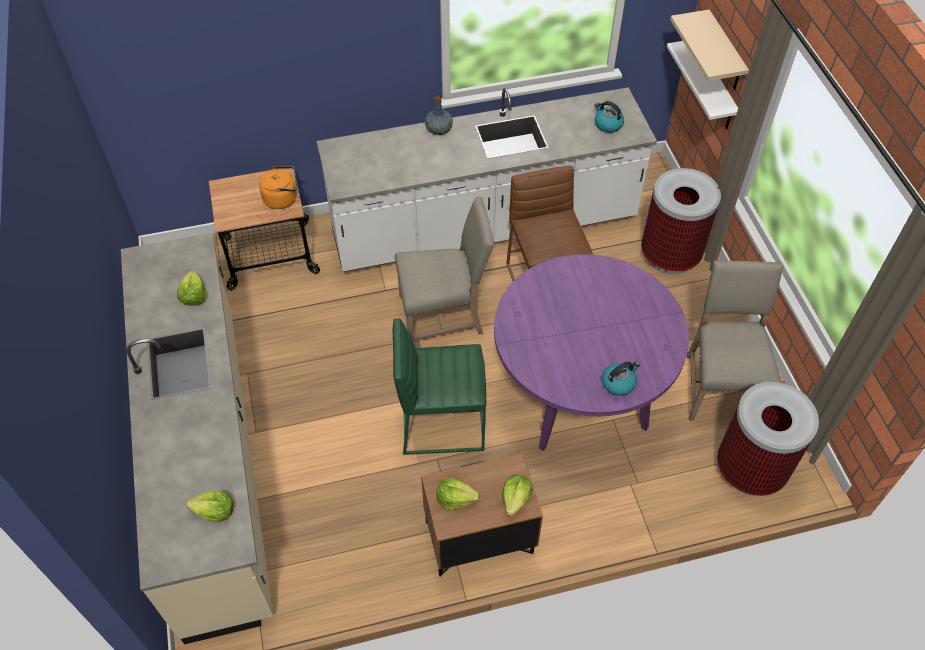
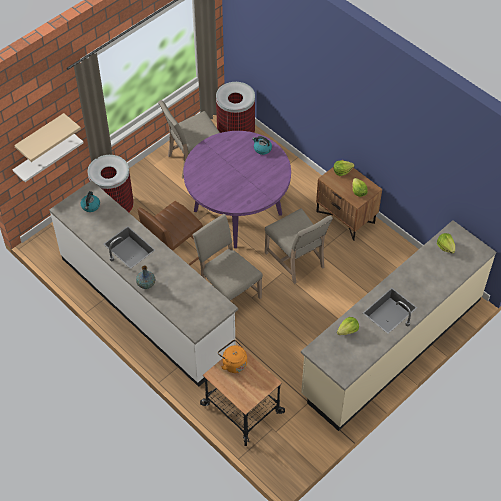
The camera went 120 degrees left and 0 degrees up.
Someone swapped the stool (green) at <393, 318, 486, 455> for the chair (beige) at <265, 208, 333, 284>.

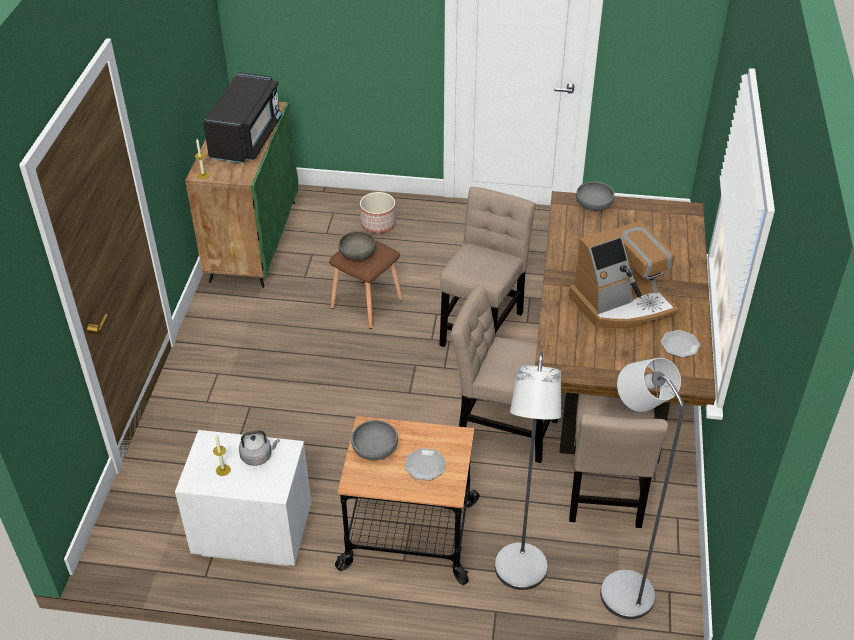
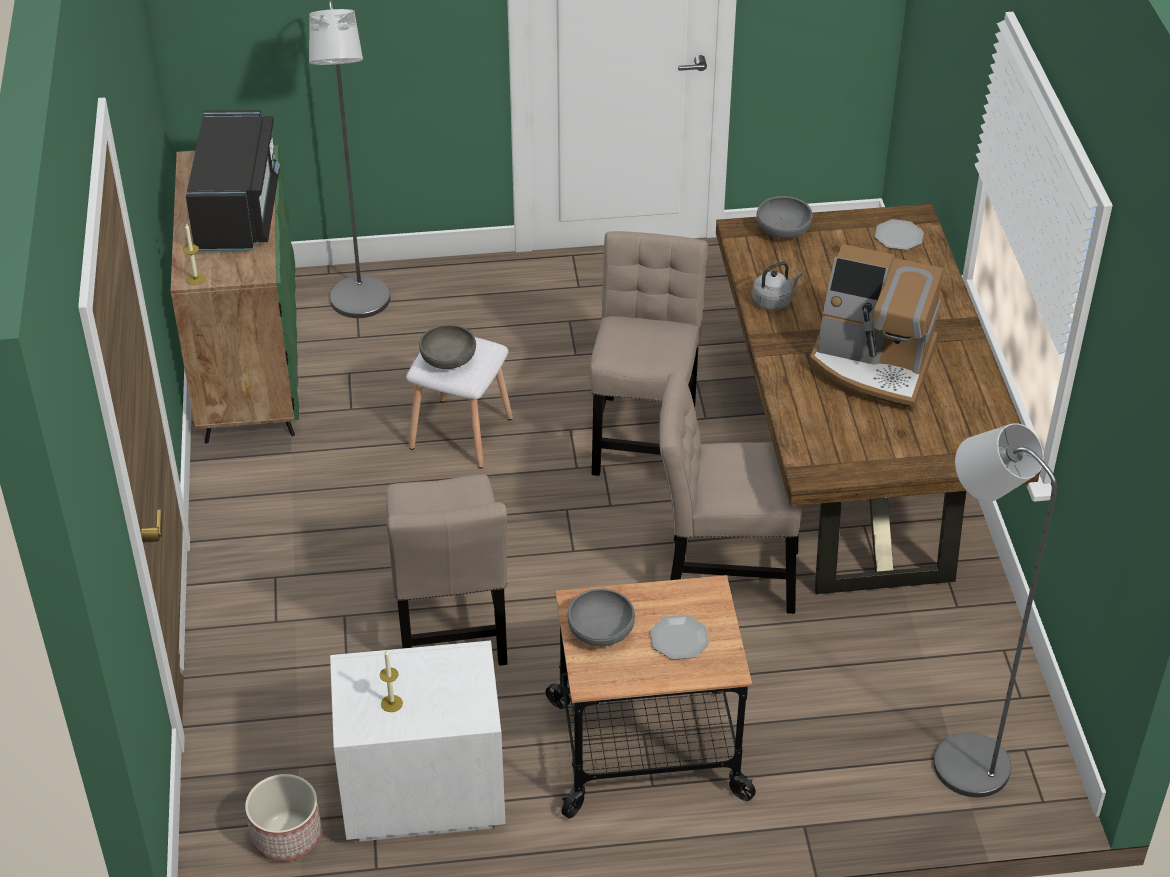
The camera went 15 degrees left and 0 degrees up.
Someone carried the kettle (grey) from <239, 430, 280, 466> to <752, 262, 802, 310>.
Someone carried the planter from <360, 192, 396, 233> to <245, 774, 322, 862>.
Someone carried the floor lamp (grey) from <495, 352, 561, 590> to <309, 0, 391, 318>.
Someone carried the chair (beige) from <569, 394, 668, 528> to <386, 474, 507, 666>.
Someone carried the plate from <661, 330, 700, 358> to <875, 219, 924, 250>.
Someone repainted the stool (brown) at <329, 240, 403, 329>, which became the stool (white) at <406, 337, 513, 469>.
Someone rotated the coffee machine at <568, 221, 679, 329> by 60 degrees clockwise.

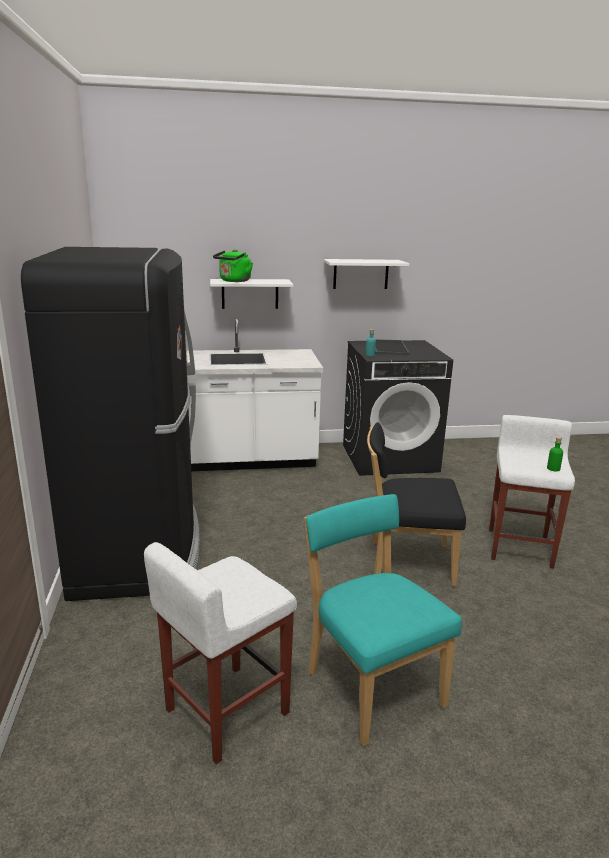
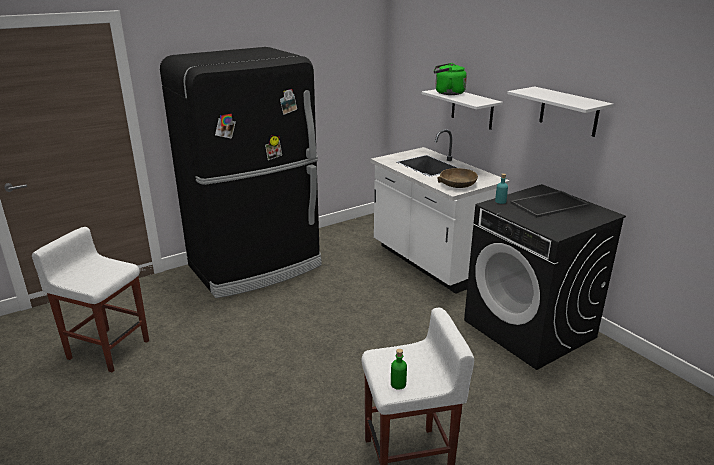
The camera went 65 degrees right and 5 degrees up.
Someone took away the chair (turquoise) at <304, 494, 462, 747>.
Someone took away the chair (black) at <367, 422, 466, 587>.
Someone put down the bowl (brown) at <437, 168, 478, 188>.

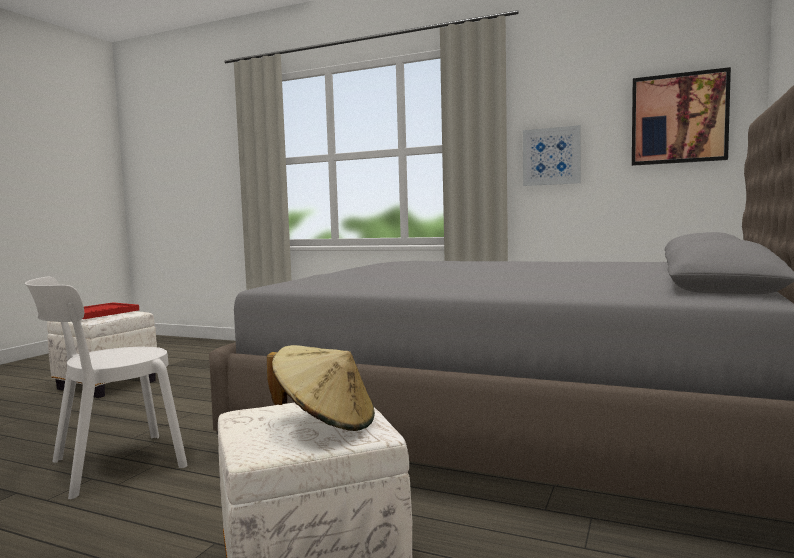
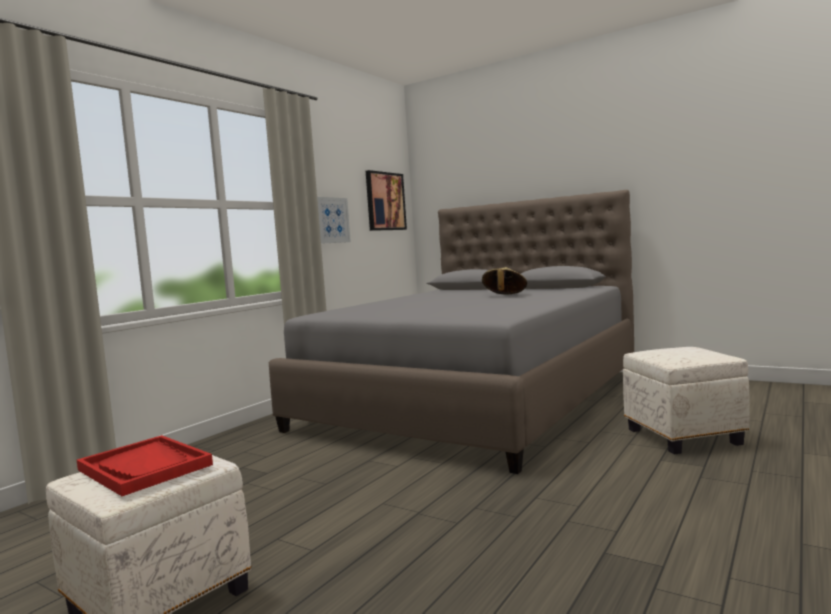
The camera went 80 degrees left and 0 degrees up.
Someone took away the chair (white) at <25, 277, 188, 499>.
Someone carried the hat (beige) from <267, 345, 375, 431> to <482, 267, 527, 295>.

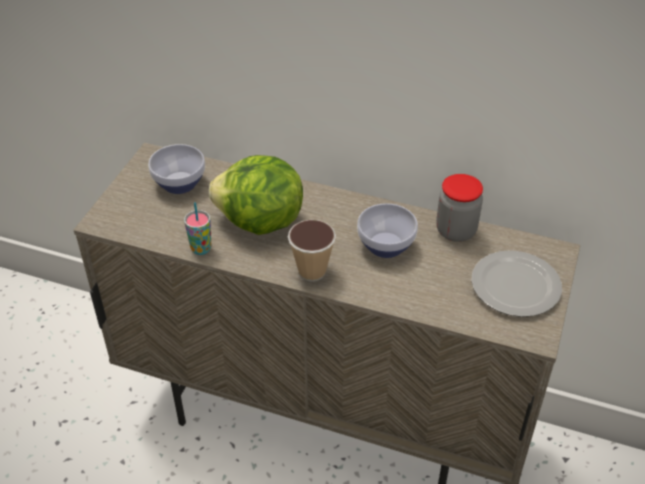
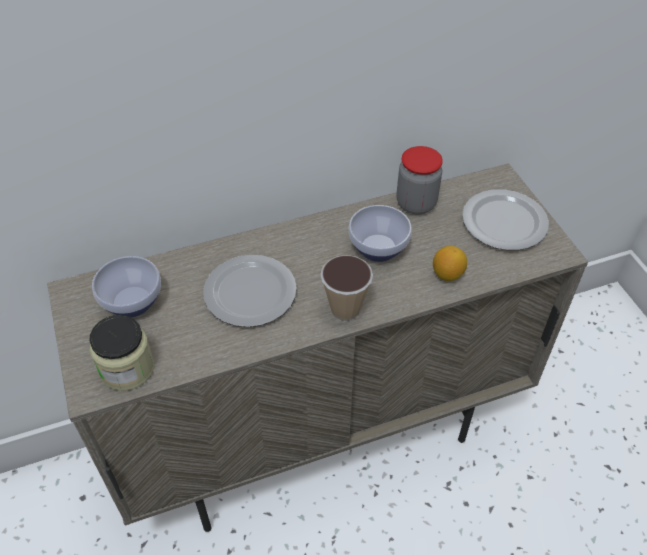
The camera went 40 degrees left and 5 degrees up.
Someone took away the cup at <184, 202, 211, 255>.
Someone put down the jar at <89, 315, 154, 391>.
Someone put down the lemon at <433, 246, 467, 281>.
Someone swapped the lettuce at <209, 155, 303, 235> for the plate at <203, 255, 297, 327>.

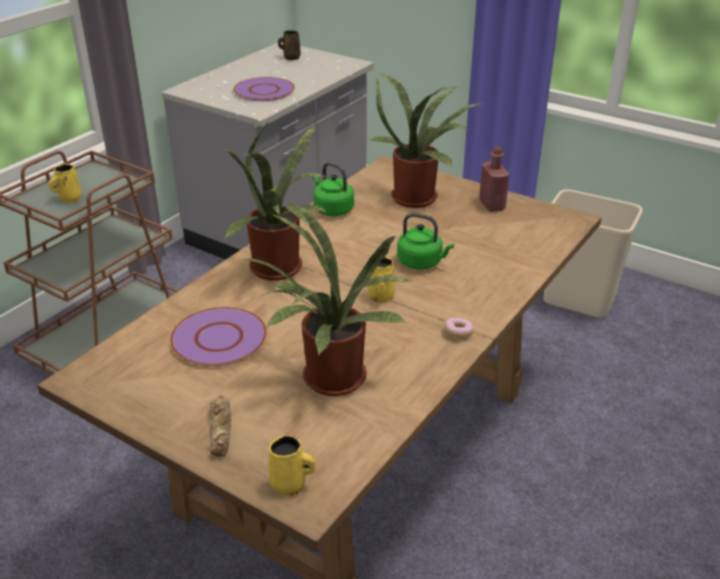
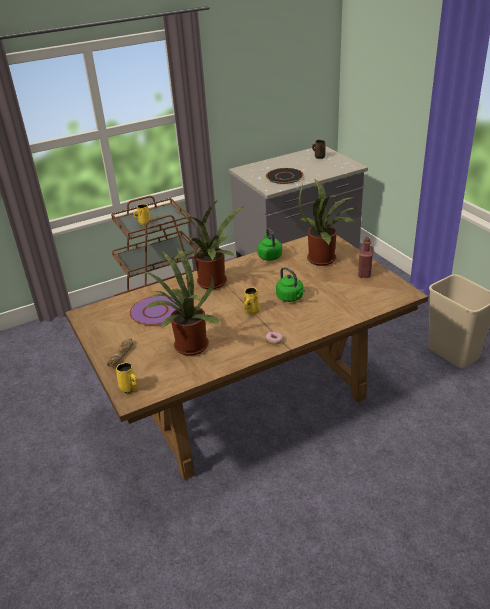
The camera went 30 degrees right and 0 degrees up.
Someone repainted the plate (purple) at <233, 77, 295, 101>, which became the plate (black) at <266, 168, 304, 184>.

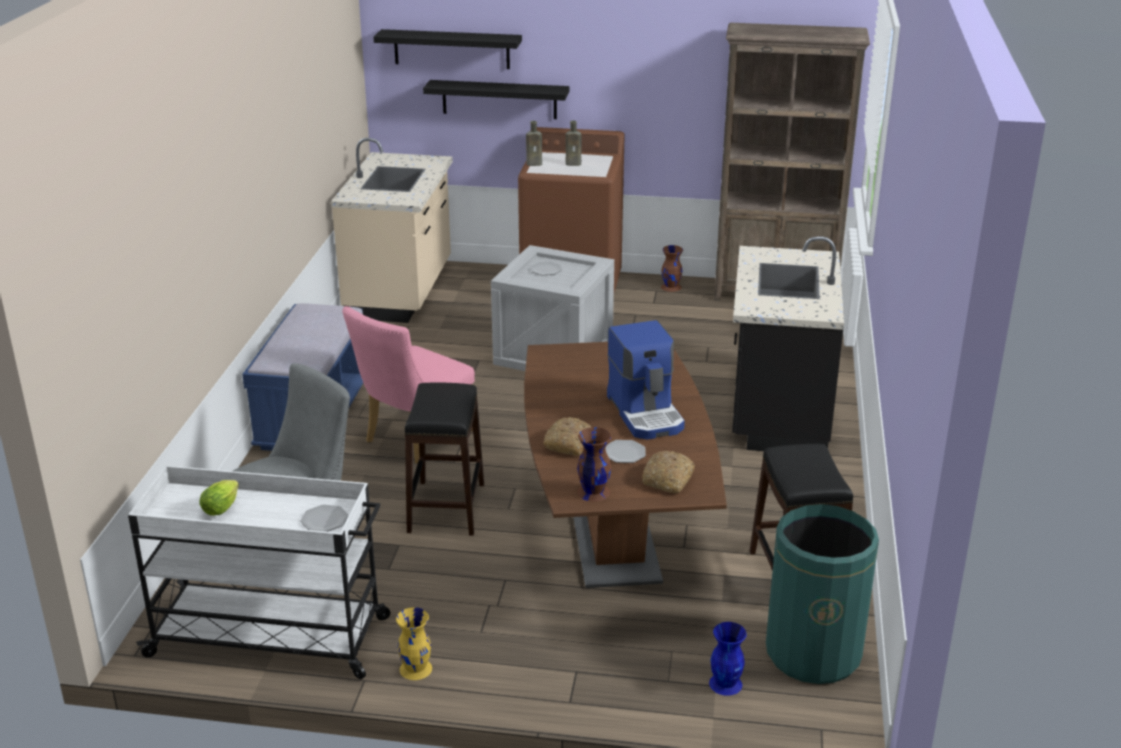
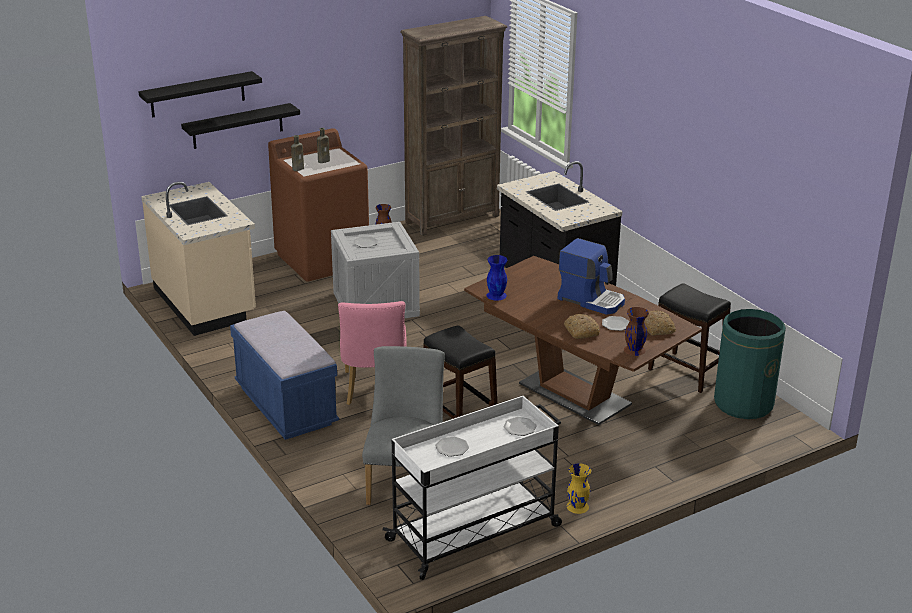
The camera went 40 degrees left and 0 degrees up.
Someone carried the vase (blue) from <709, 622, 747, 696> to <487, 255, 508, 301>.
Someone swapped the lettuce at <199, 480, 239, 516> for the plate at <435, 437, 469, 457>.

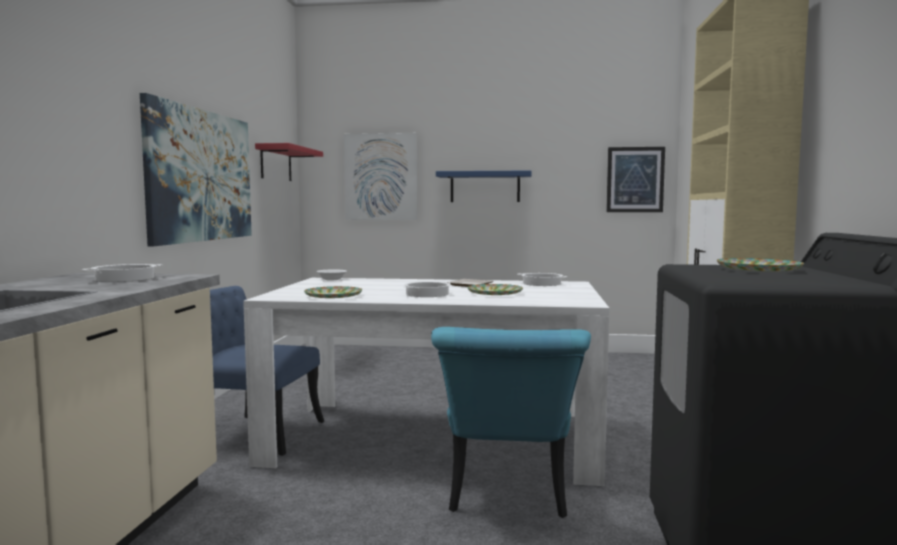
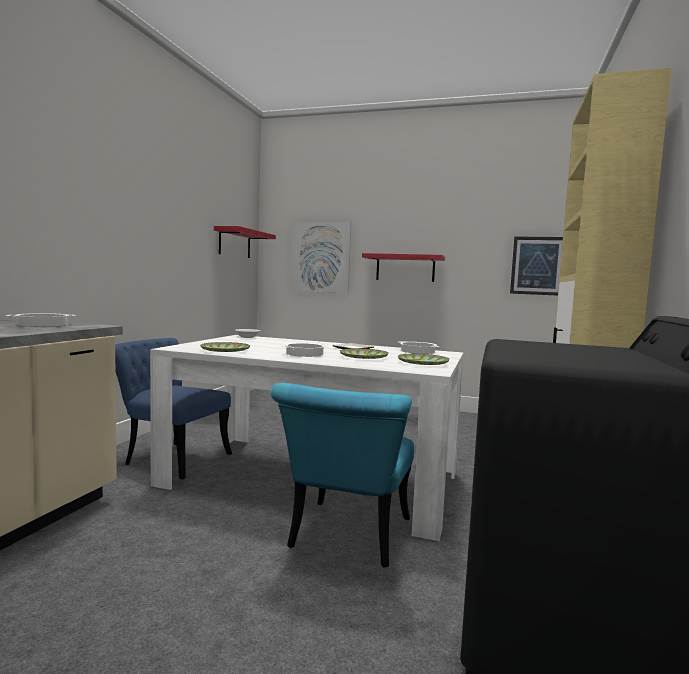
The camera went 10 degrees right and 0 degrees up.
Someone took away the picture at <140, 93, 252, 246>.
Someone carried the plate from <717, 258, 804, 271> to <398, 354, 450, 365>.
Someone repainted the shelf (blue) at <436, 170, 532, 202>, which became the shelf (red) at <362, 253, 445, 282>.

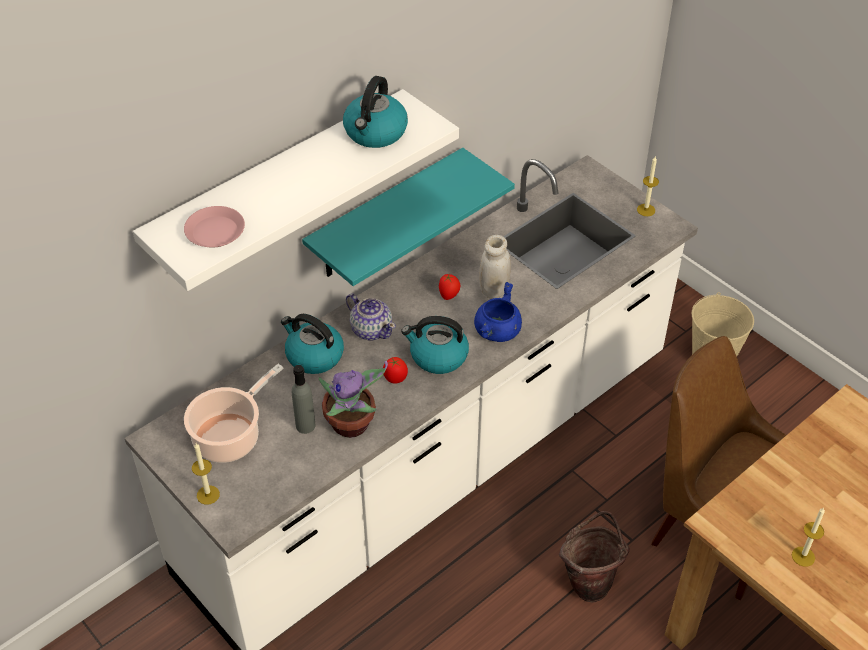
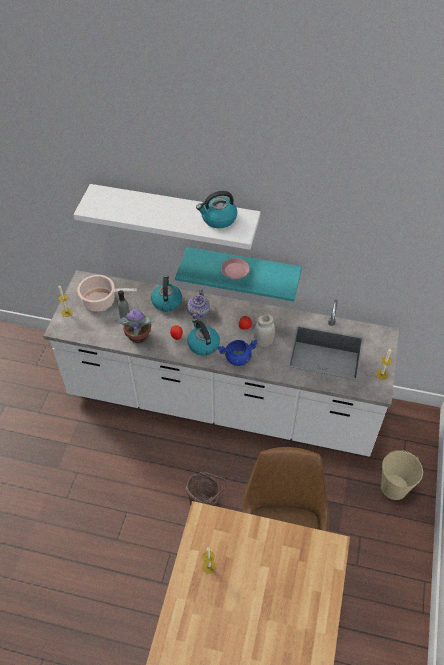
The camera went 55 degrees right and 5 degrees up.
Someone carried the plate (pink) from <184, 206, 245, 248> to <221, 258, 250, 279>.

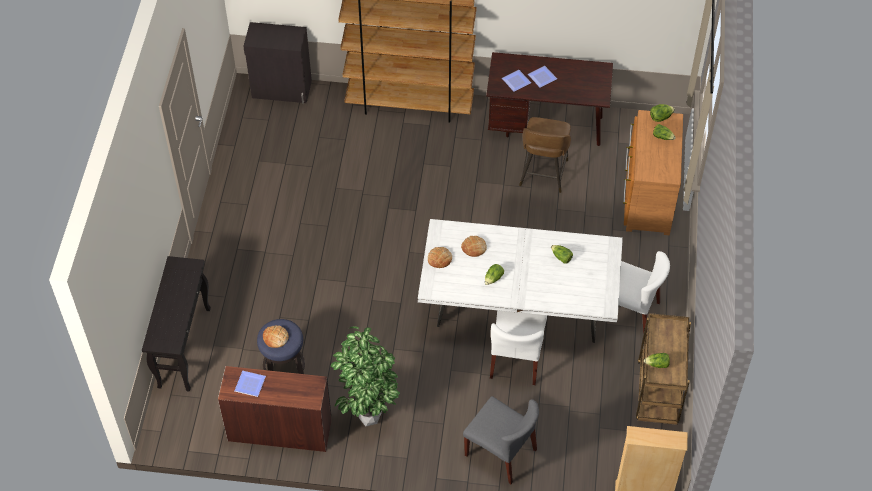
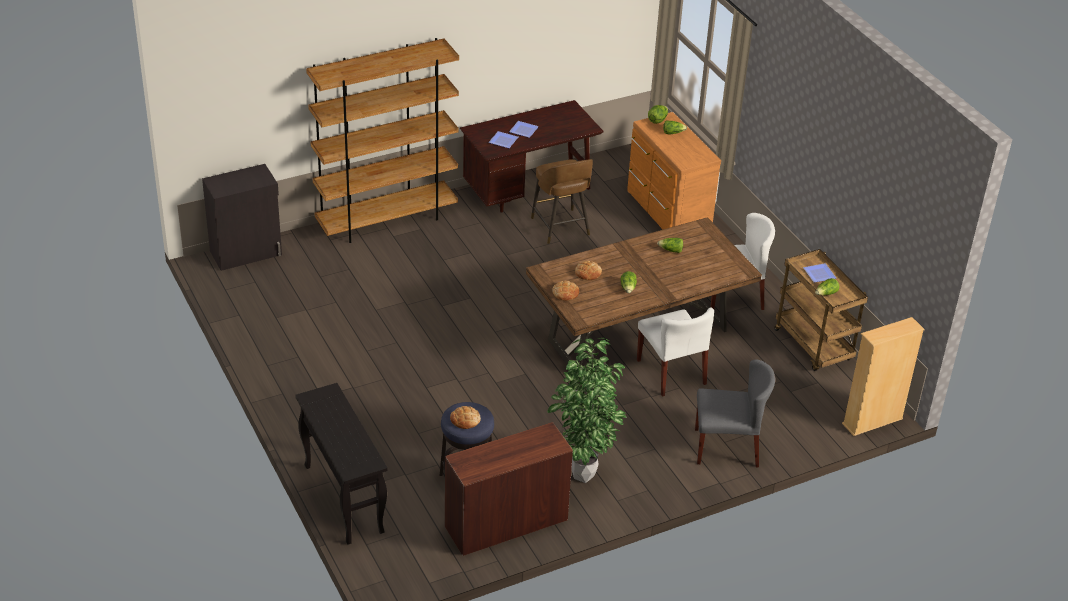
The camera went 35 degrees left and 15 degrees down.
Someone carried the plate from <234, 371, 266, 397> to <803, 263, 836, 283>.
Someone repainted the dining table (white) at <418, 219, 623, 343>, which became the dining table (brown) at <526, 217, 762, 367>.

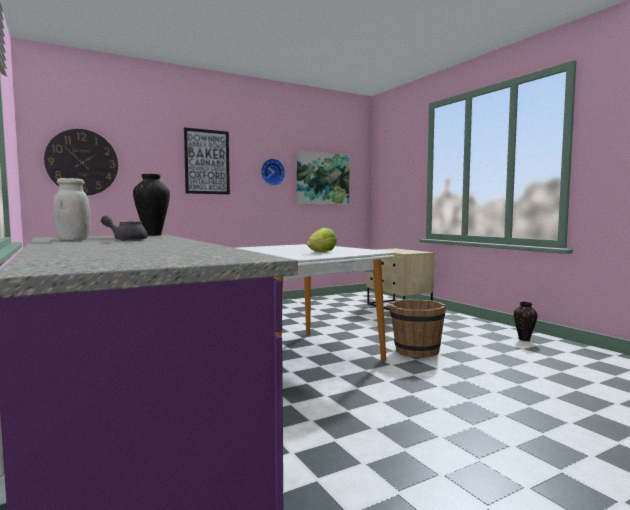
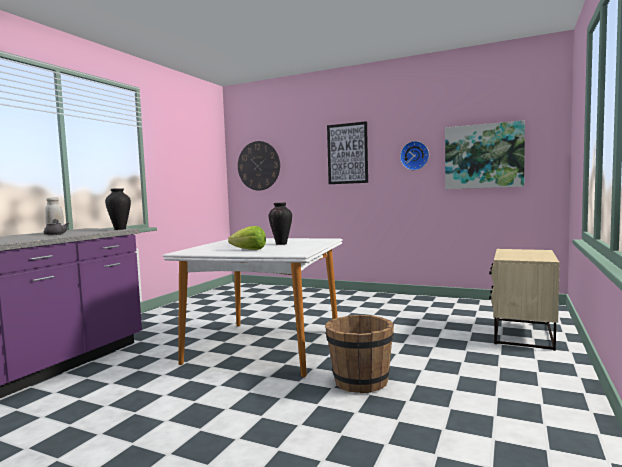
The camera went 55 degrees right and 0 degrees up.
Someone carried the vase from <514, 302, 538, 341> to <269, 203, 292, 245>.

